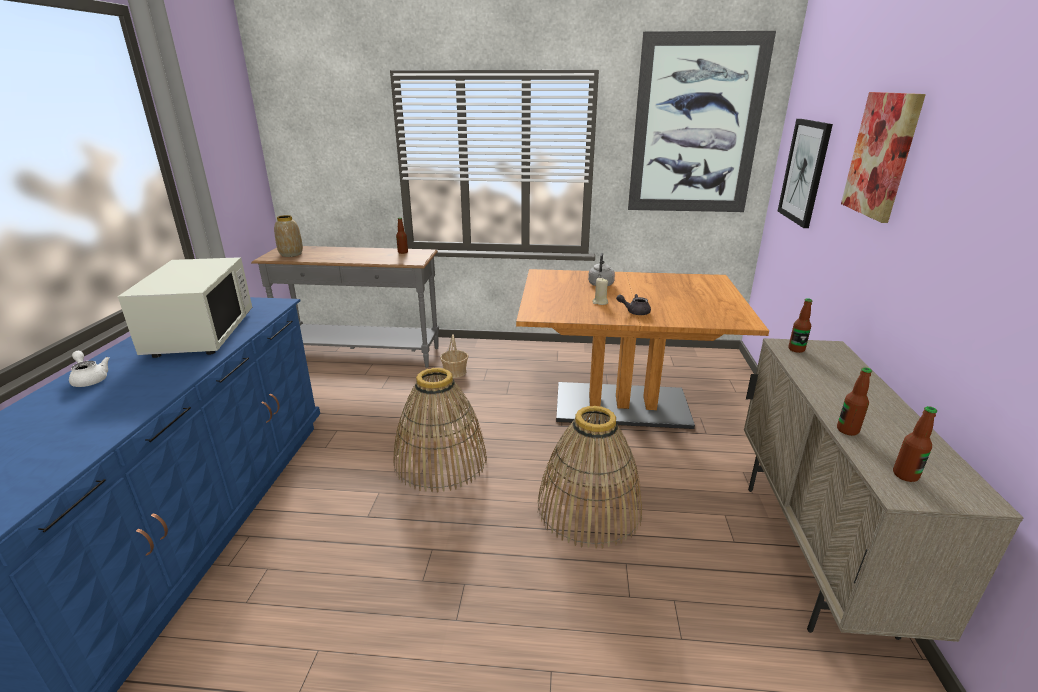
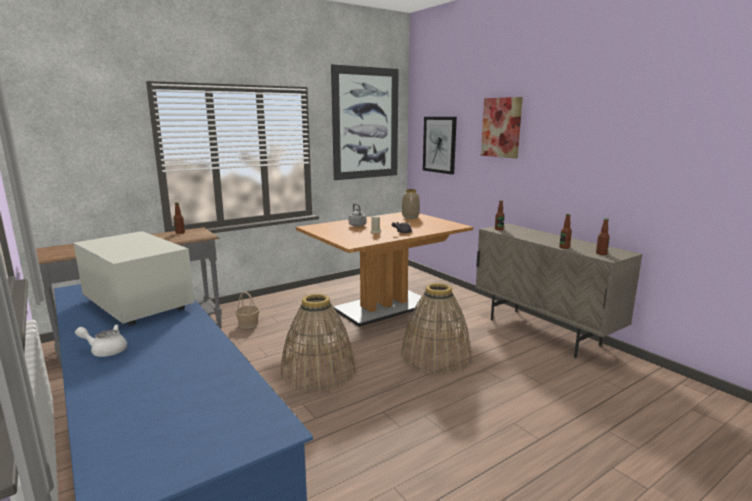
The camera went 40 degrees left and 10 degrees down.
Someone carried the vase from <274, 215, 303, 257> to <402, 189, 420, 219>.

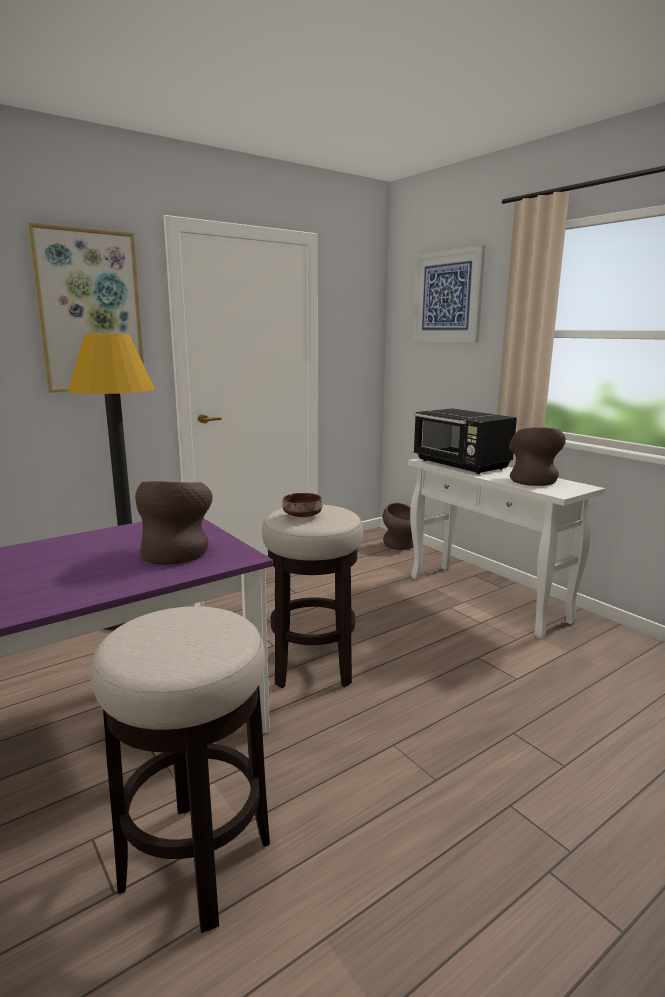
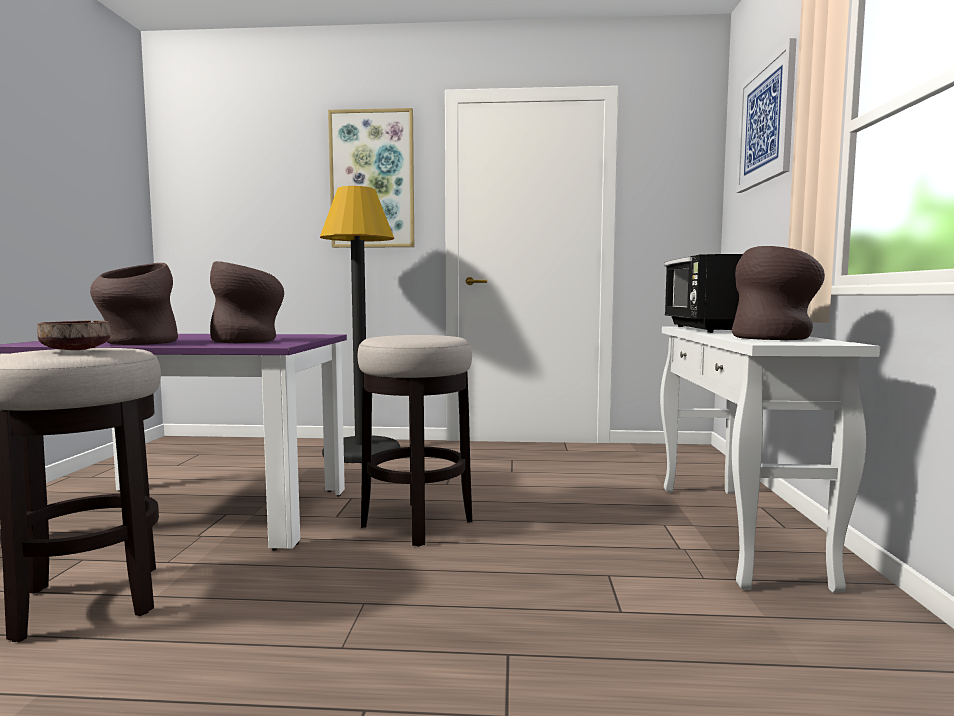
The camera went 40 degrees right and 10 degrees down.
Someone carried the bowl (brown) from <283, 493, 322, 517> to <37, 320, 110, 350>.
Someone carried the vase (brown) from <383, 503, 414, 550> to <90, 263, 178, 345>.

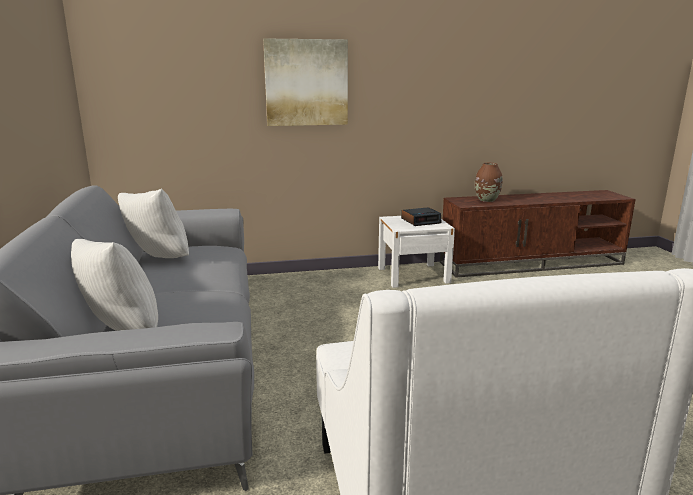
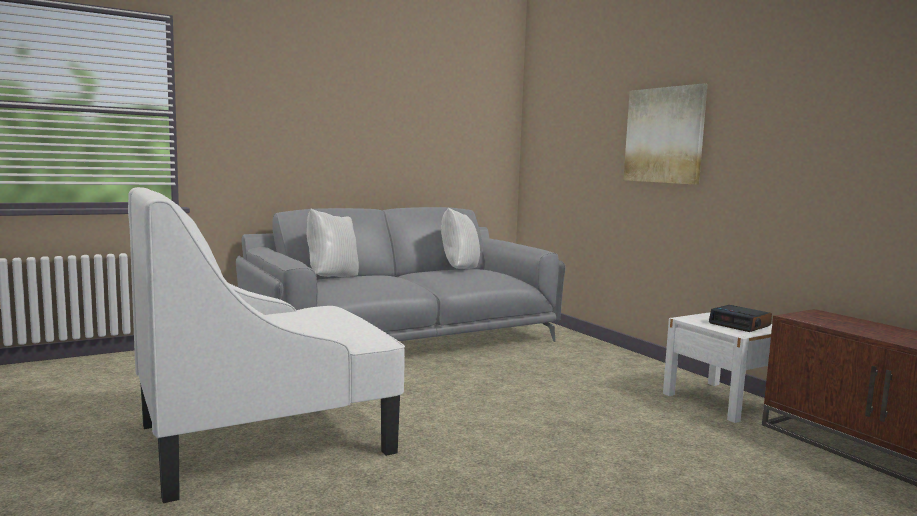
The camera went 70 degrees right and 10 degrees down.
Someone took away the vase (brown) at <475, 163, 502, 202>.

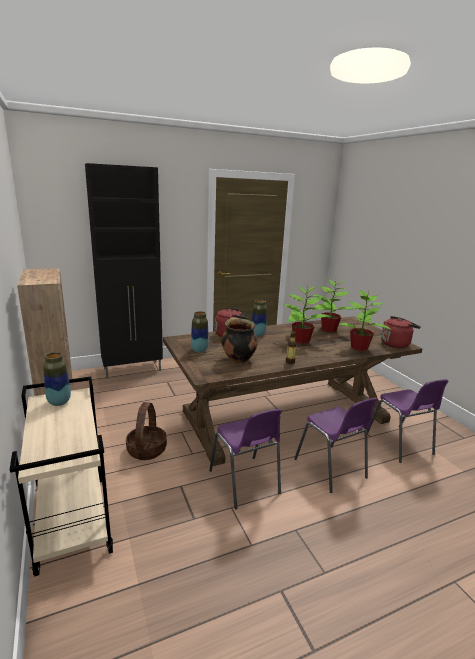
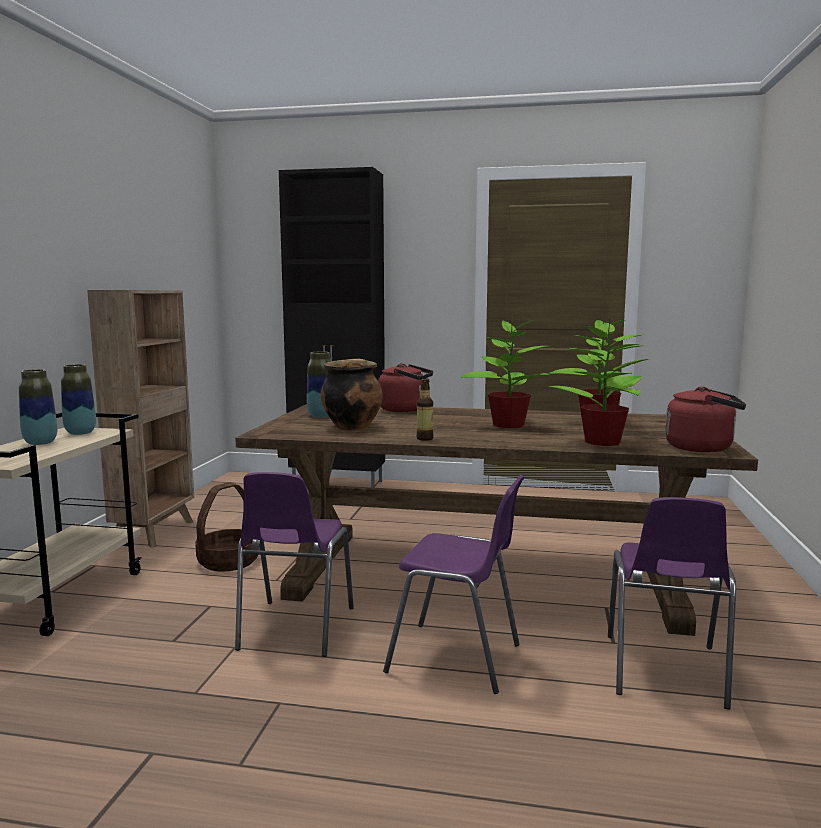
The camera went 35 degrees right and 10 degrees down.
Someone carried the vase from <251, 299, 267, 336> to <19, 369, 58, 445>.
Someone rotated the chair (purple) at <294, 398, 378, 493> by 75 degrees counterclockwise.

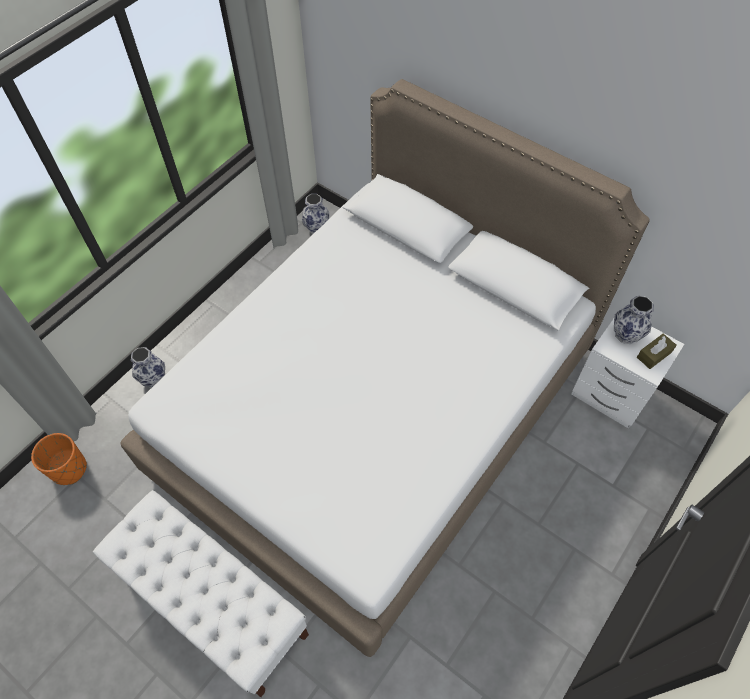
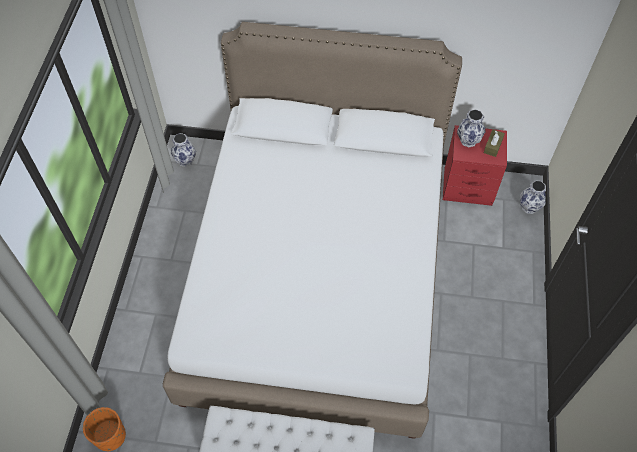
The camera went 30 degrees left and 0 degrees up.
Someone carried the vase from <131, 347, 165, 388> to <520, 180, 546, 214>.
Someone repainted the nightstand (white) at <571, 319, 684, 429>, which became the nightstand (red) at <443, 125, 507, 206>.

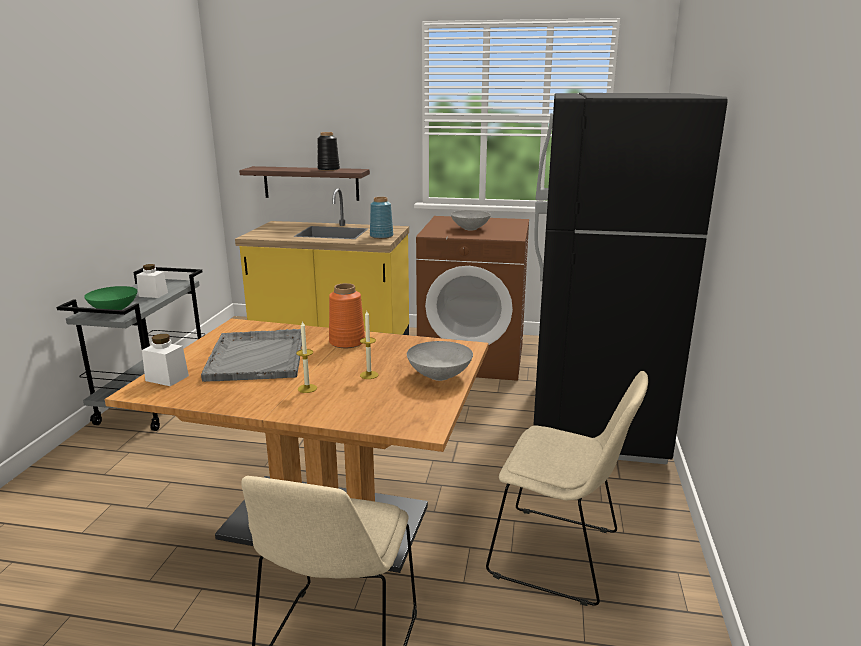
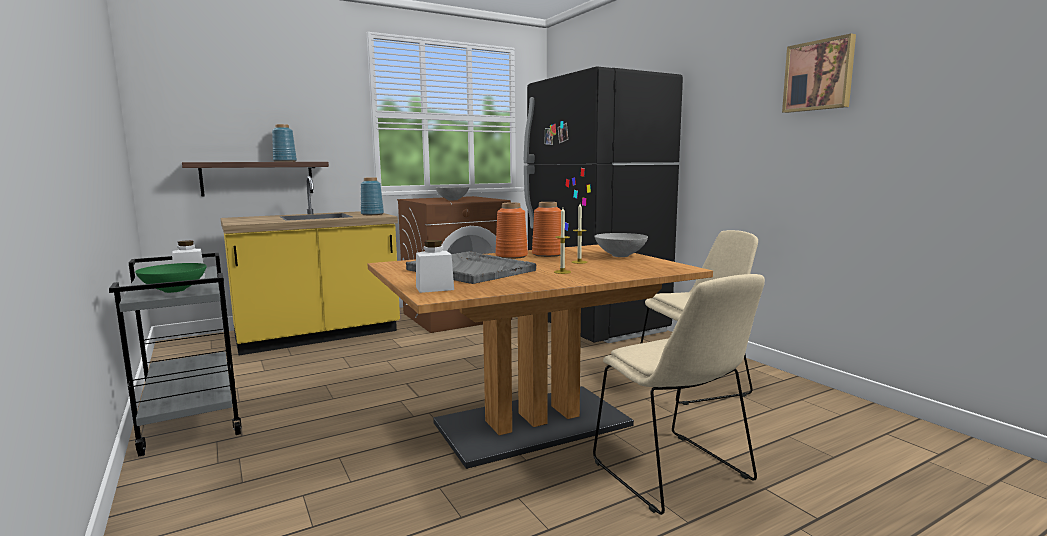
The camera went 40 degrees left and 10 degrees down.
Someone put down the vase (orange) at <532, 202, 561, 257>.
Someone put up the picture at <782, 33, 856, 113>.
Someone repainted the vase (black) at <317, 132, 340, 171>, which became the vase (blue) at <272, 124, 297, 162>.

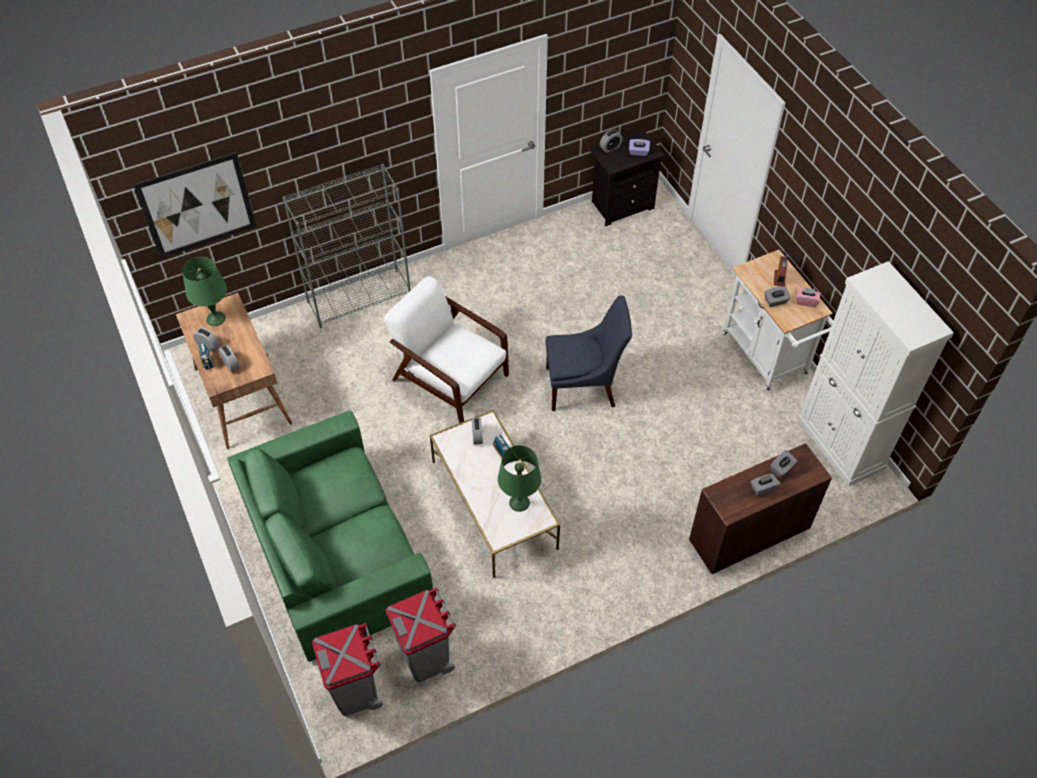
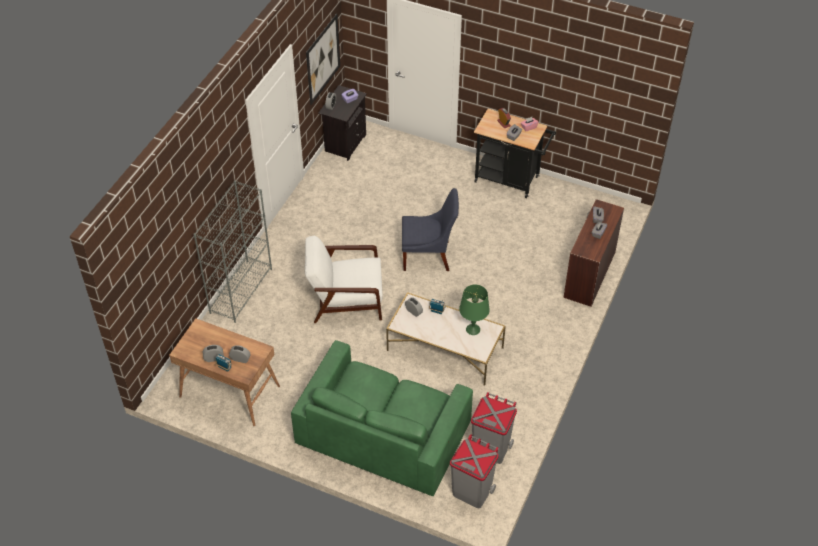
The camera went 40 degrees left and 5 degrees down.
Someone took away the table lamp (green) at <182, 257, 227, 326>.
Someone took away the cabinet (white) at <797, 261, 954, 486>.
Someone carried the picture from <133, 152, 257, 259> to <306, 14, 340, 105>.
Someone repainted the cart (white) at <722, 250, 833, 391>, which became the cart (black) at <474, 109, 556, 198>.
Someone rotated the chair (blue) at <545, 295, 632, 411> by 45 degrees clockwise.

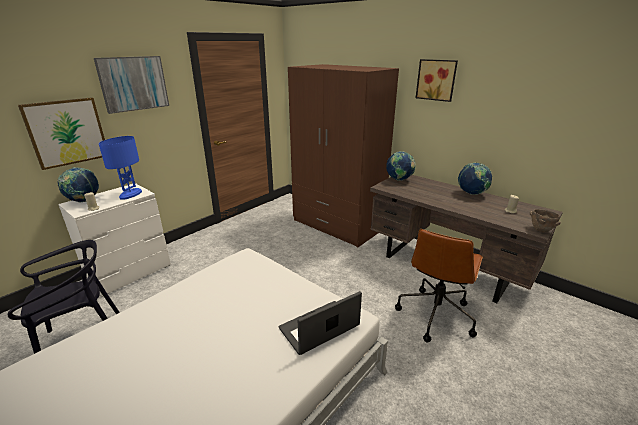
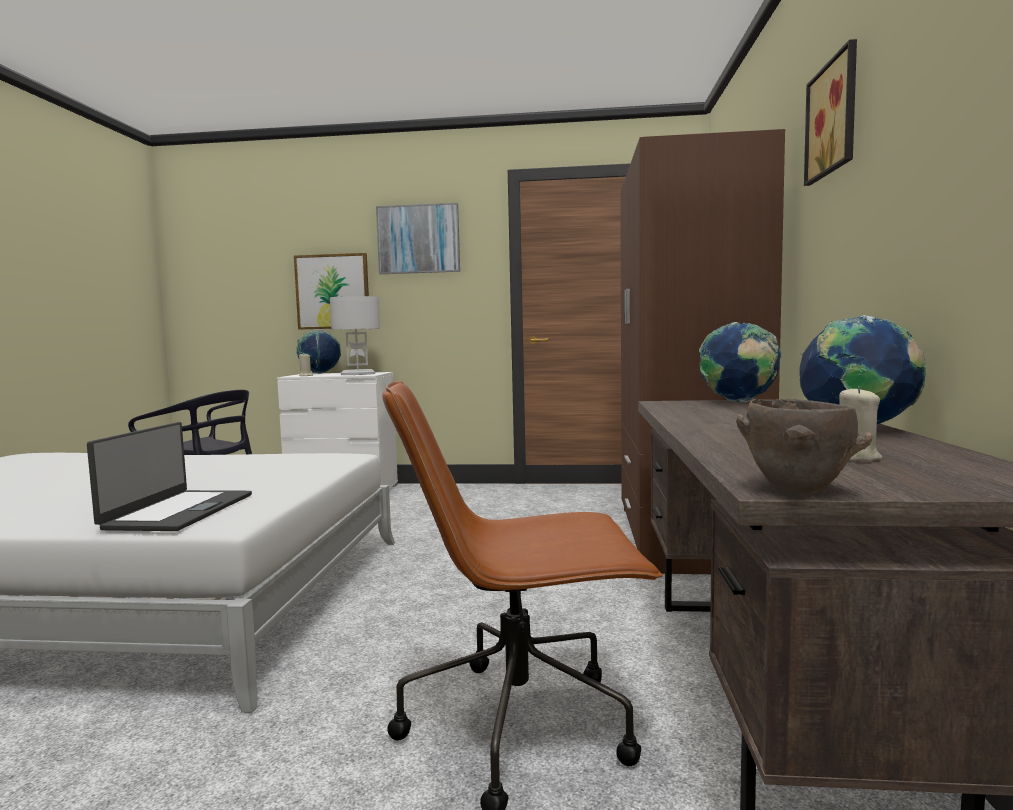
The camera went 55 degrees right and 20 degrees down.
Someone repainted the table lamp (blue) at <99, 136, 142, 200>, which became the table lamp (white) at <330, 296, 380, 375>.
Someone rotated the laptop at <279, 291, 362, 355> by 75 degrees clockwise.

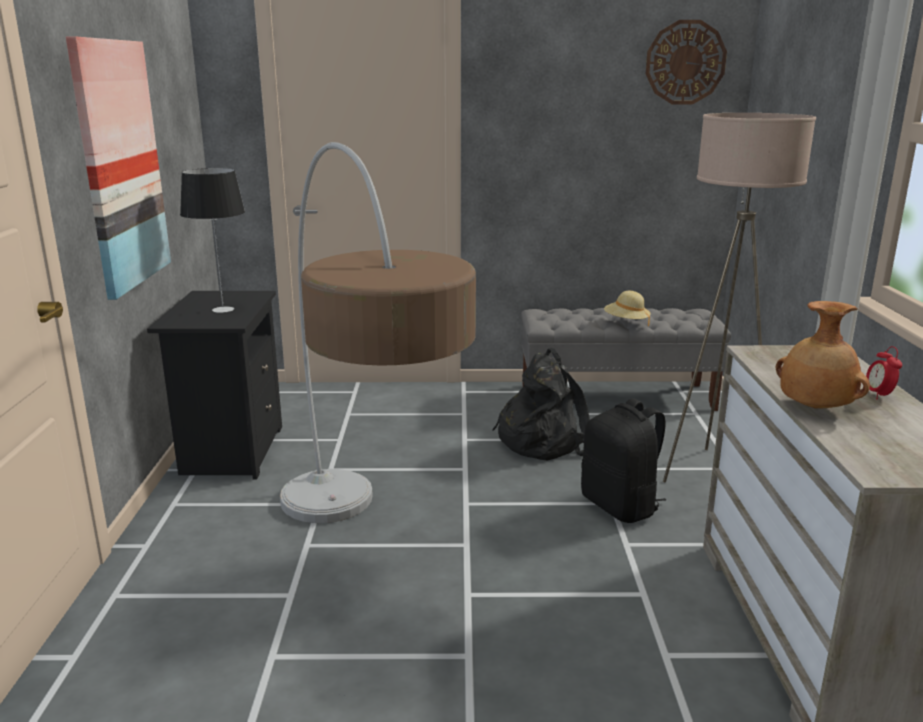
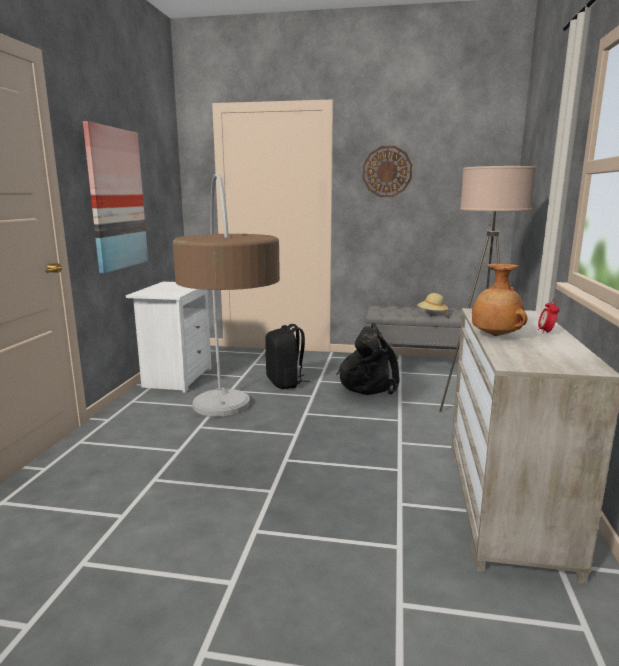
The camera went 10 degrees right and 5 degrees down.
Someone took away the table lamp at <180, 168, 245, 313>.
Someone carried the backpack (black) from <581, 398, 666, 523> to <265, 324, 311, 389>.
Someone carried the wall clock from <646, 20, 727, 104> to <363, 146, 412, 197>.
Someone repainted the nightstand (black) at <147, 291, 282, 480>, which became the nightstand (white) at <126, 282, 212, 393>.

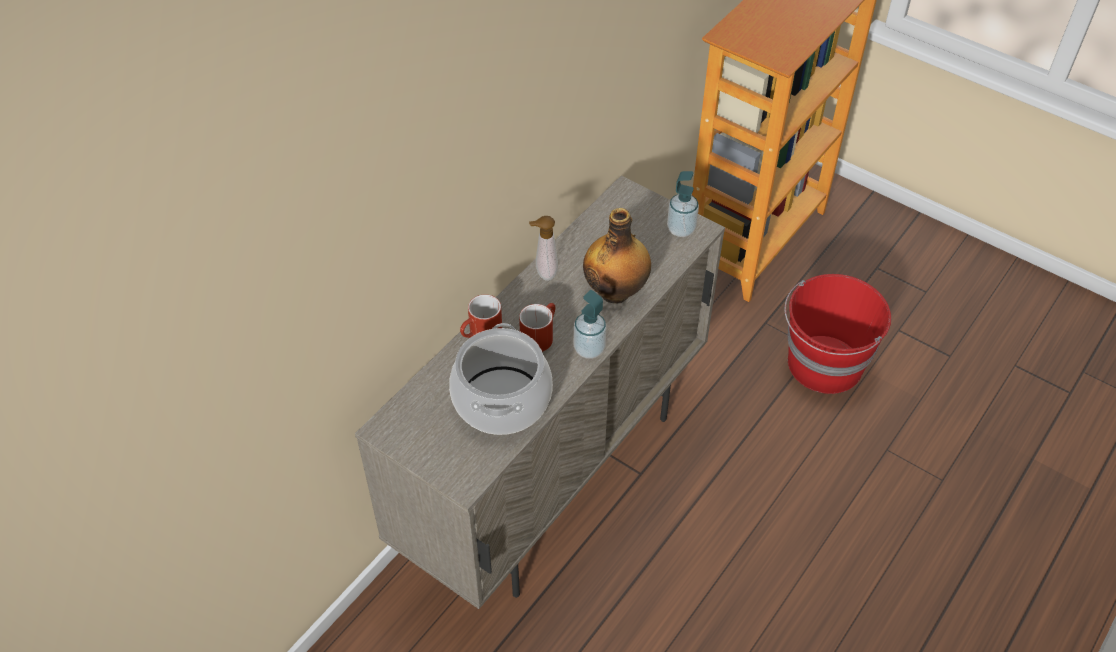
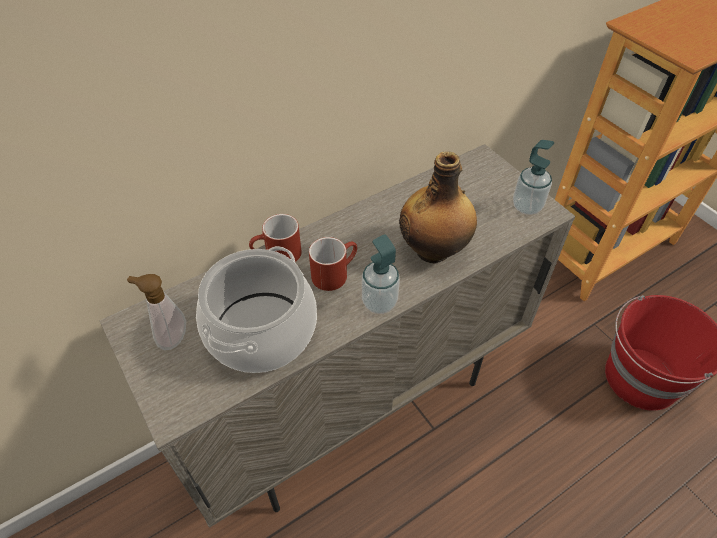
The camera went 20 degrees right and 0 degrees up.
Someone carried the soap dispenser from <529, 216, 558, 281> to <127, 274, 186, 350>.

